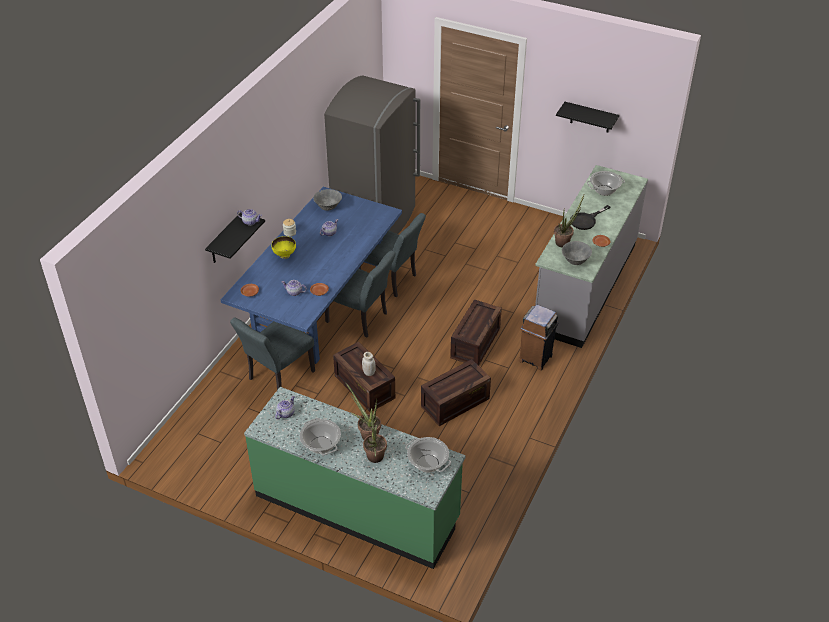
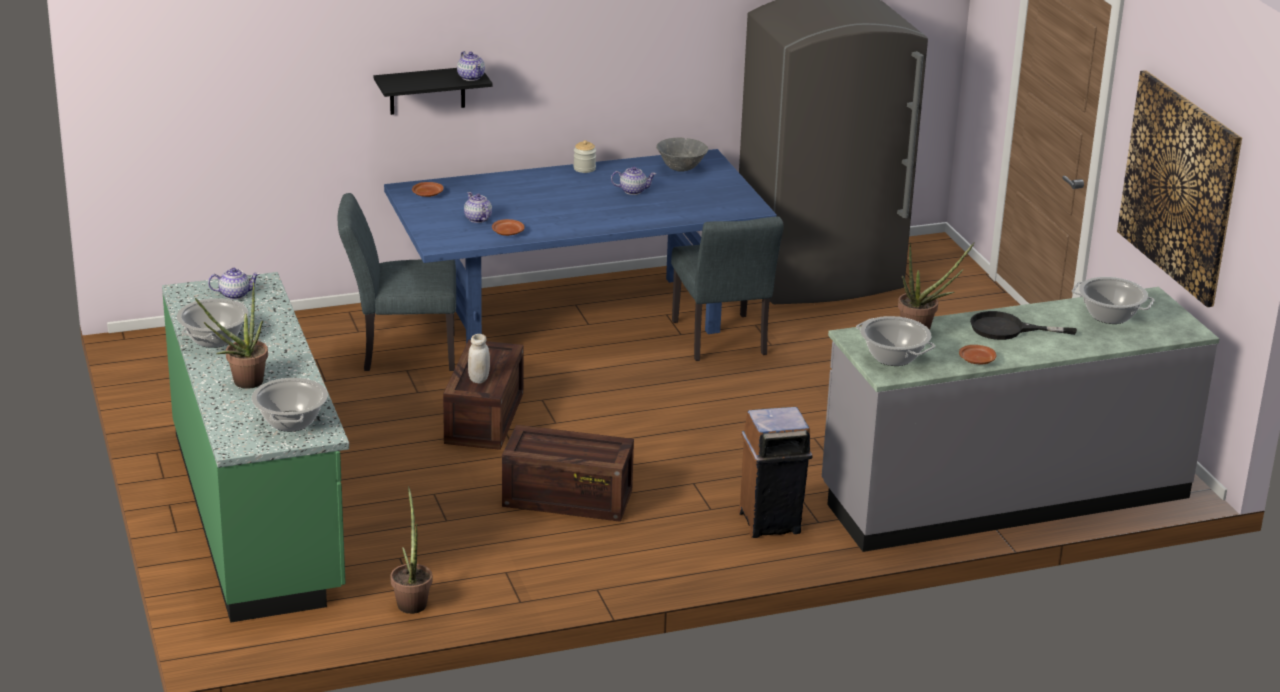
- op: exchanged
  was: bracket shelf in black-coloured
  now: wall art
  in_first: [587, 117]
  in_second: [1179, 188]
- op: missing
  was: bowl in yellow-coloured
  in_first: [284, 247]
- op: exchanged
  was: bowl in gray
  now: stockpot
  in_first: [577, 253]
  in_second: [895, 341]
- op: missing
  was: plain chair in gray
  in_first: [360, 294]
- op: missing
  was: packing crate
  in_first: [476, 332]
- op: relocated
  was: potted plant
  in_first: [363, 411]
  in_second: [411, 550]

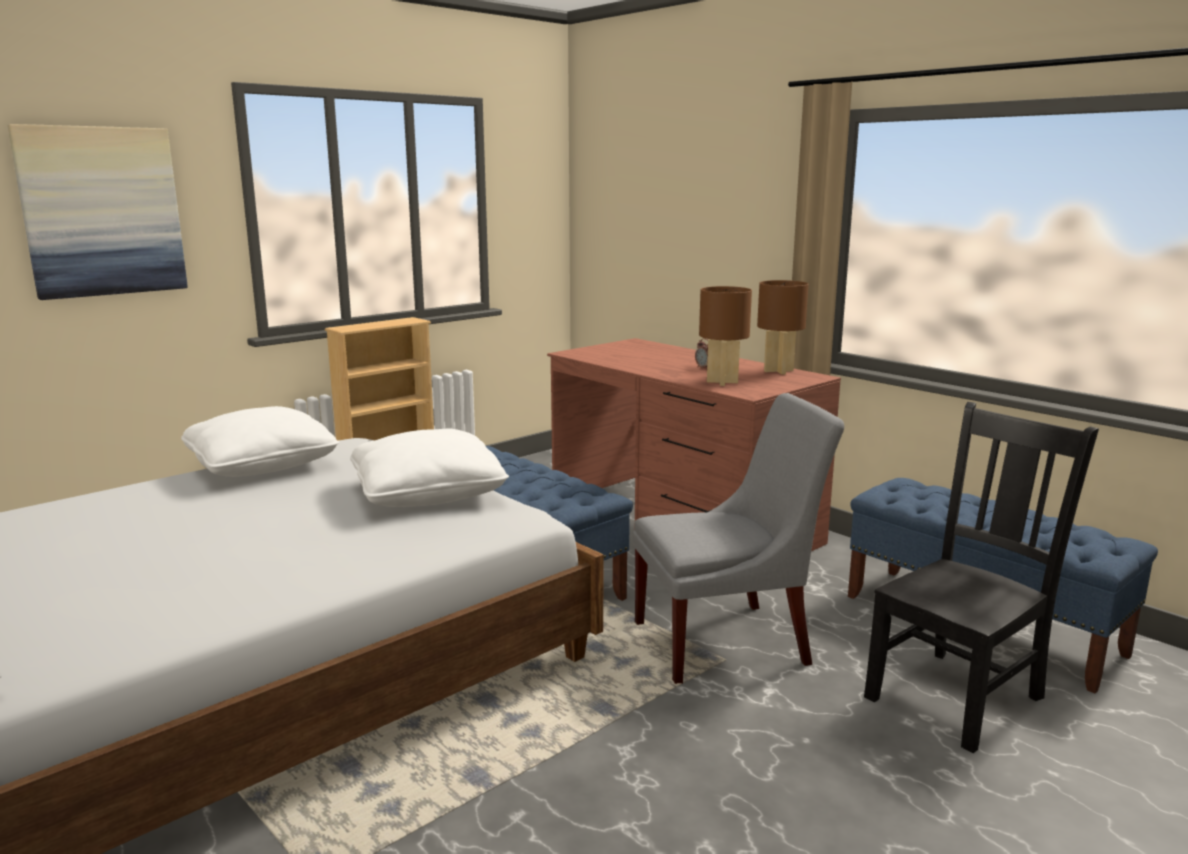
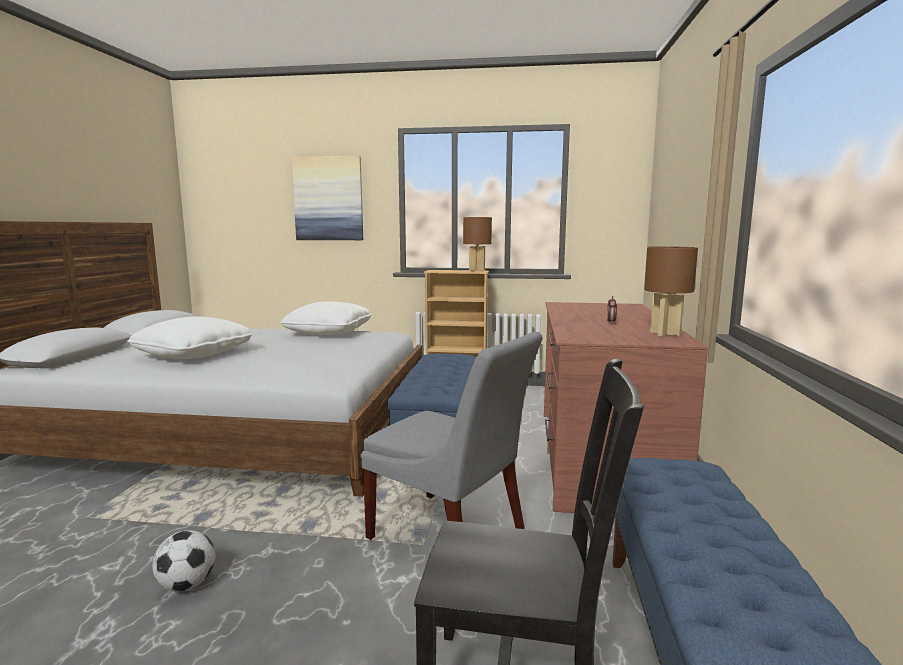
- op: relocated
  was: tabletop lamp in brown
  in_first: [725, 336]
  in_second: [477, 244]
- op: relocated
  was: pillow in white
  in_first: [429, 468]
  in_second: [190, 337]
- op: appeared
  now: football ball
  in_second: [183, 560]

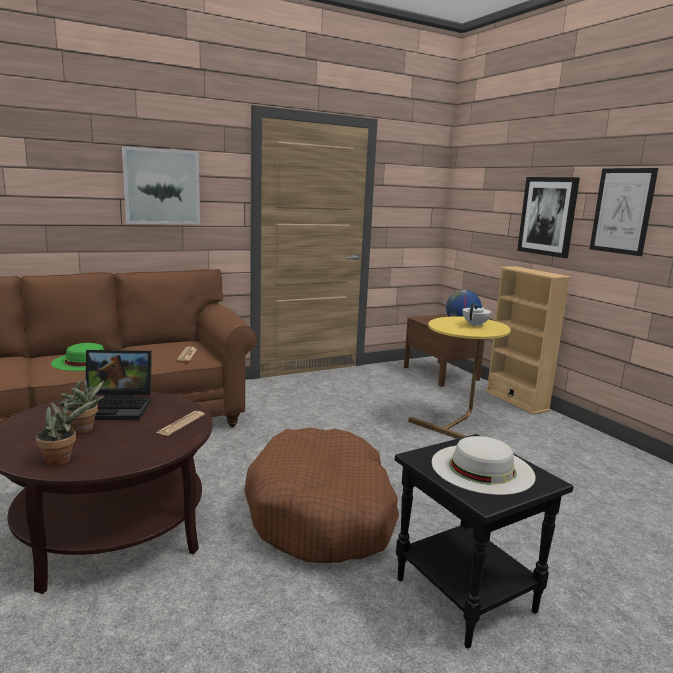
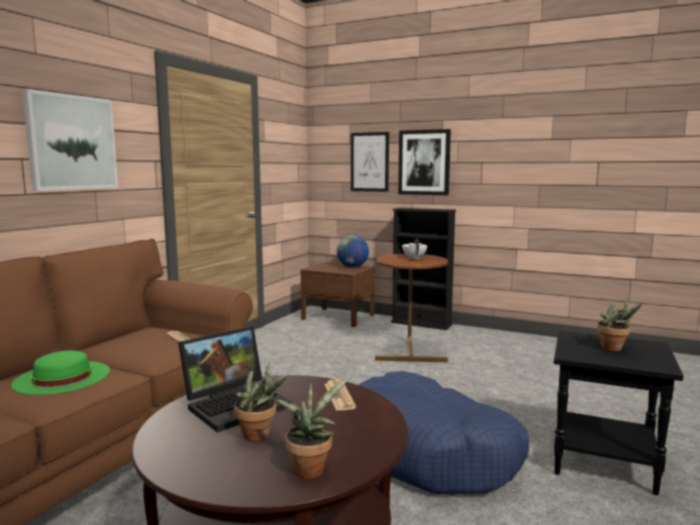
- op: relocated
  was: wall art
  in_first: [624, 212]
  in_second: [370, 162]
- op: colour
  was: bookcase in beige-coloured
  now: bookcase in black-coloured
  in_first: [528, 340]
  in_second: [423, 269]
- op: colour
  was: side table in yellow-coloured
  now: side table in brown
  in_first: [459, 377]
  in_second: [411, 308]
- op: colour
  was: dog cushion in brown
  now: dog cushion in blue
  in_first: [321, 495]
  in_second: [444, 433]
- op: exchanged
  was: hat in white
  now: potted plant
  in_first: [484, 465]
  in_second: [619, 324]

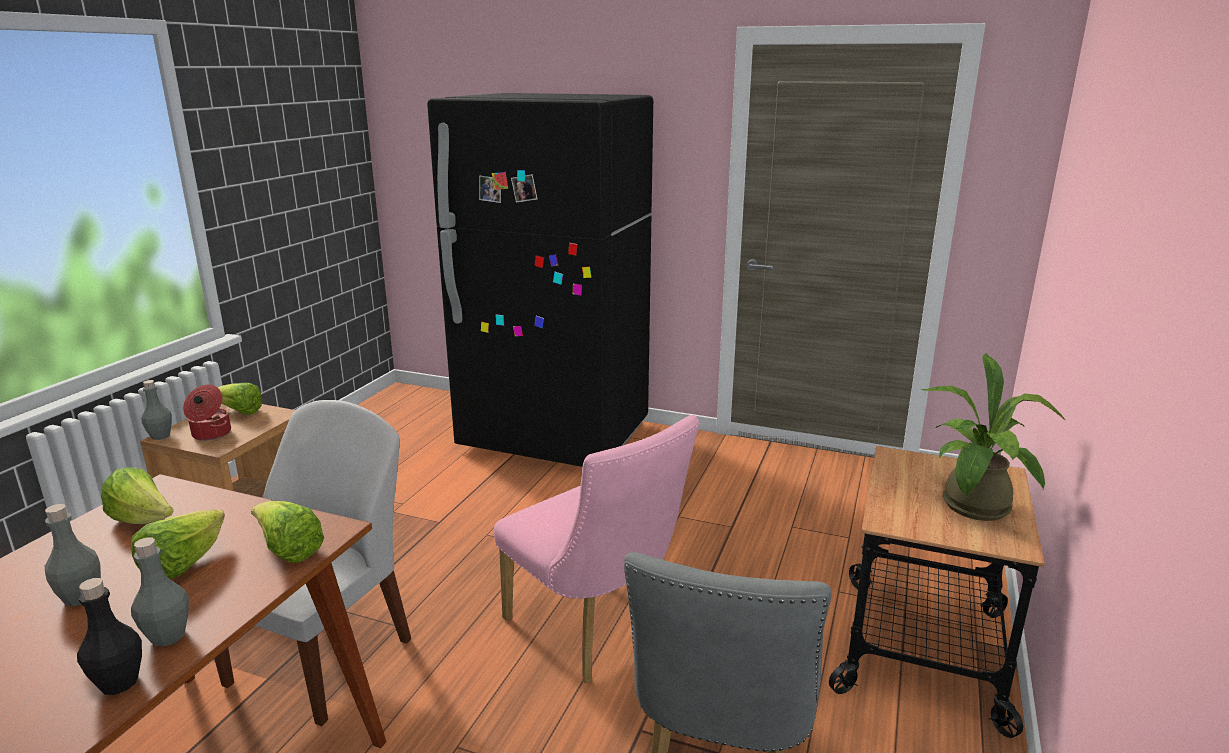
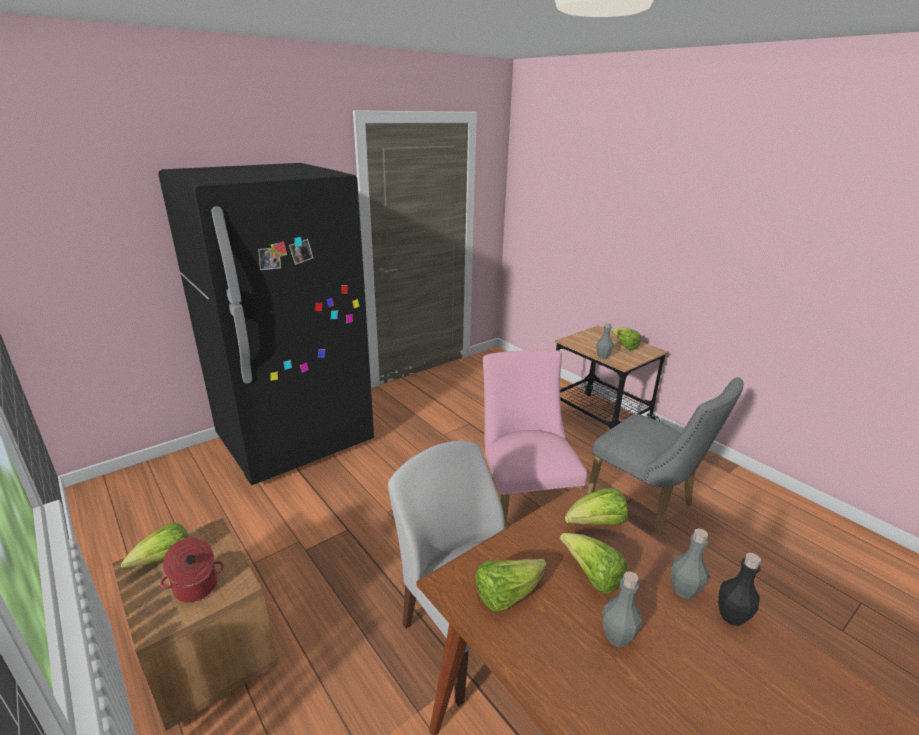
- op: exchanged
  was: potted plant
  now: head of lettuce
  in_first: [993, 437]
  in_second: [626, 338]
- op: relocated
  was: bottle in gray
  in_first: [157, 410]
  in_second: [604, 340]
- op: spun
  was: plain chair in pinkish
  in_first: [597, 549]
  in_second: [535, 439]
  clockwise: -90

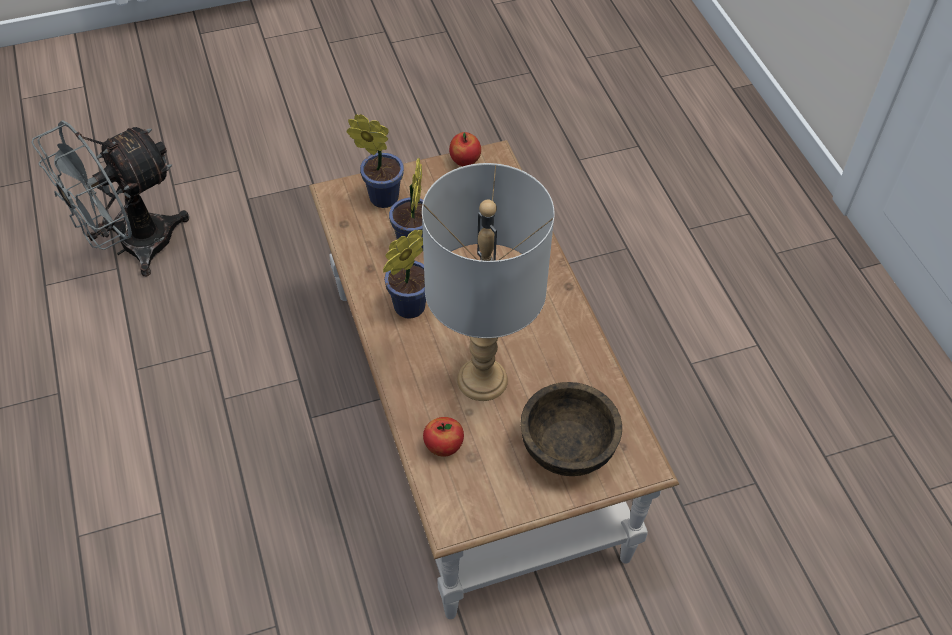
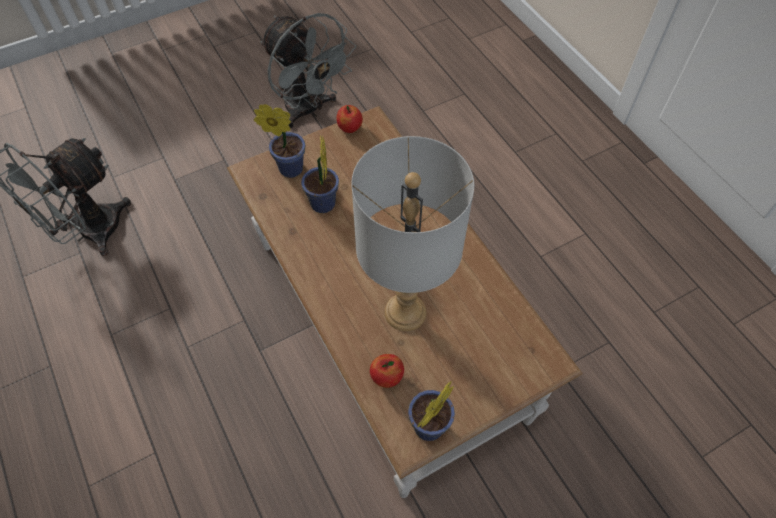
- op: relocated
  was: potted plant
  in_first: [404, 274]
  in_second: [431, 411]
- op: missing
  was: bowl in brown
  in_first: [571, 429]
- op: appeared
  now: cooling fan in gray
  in_second: [308, 70]

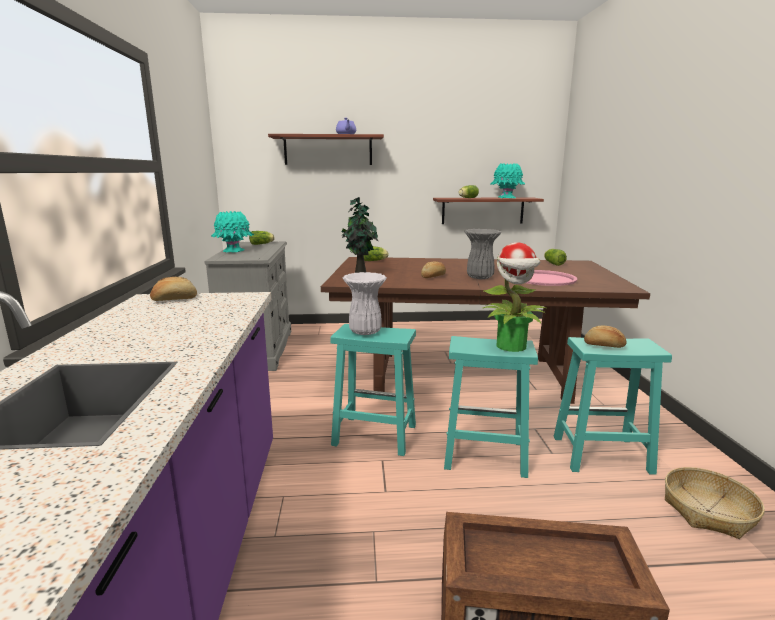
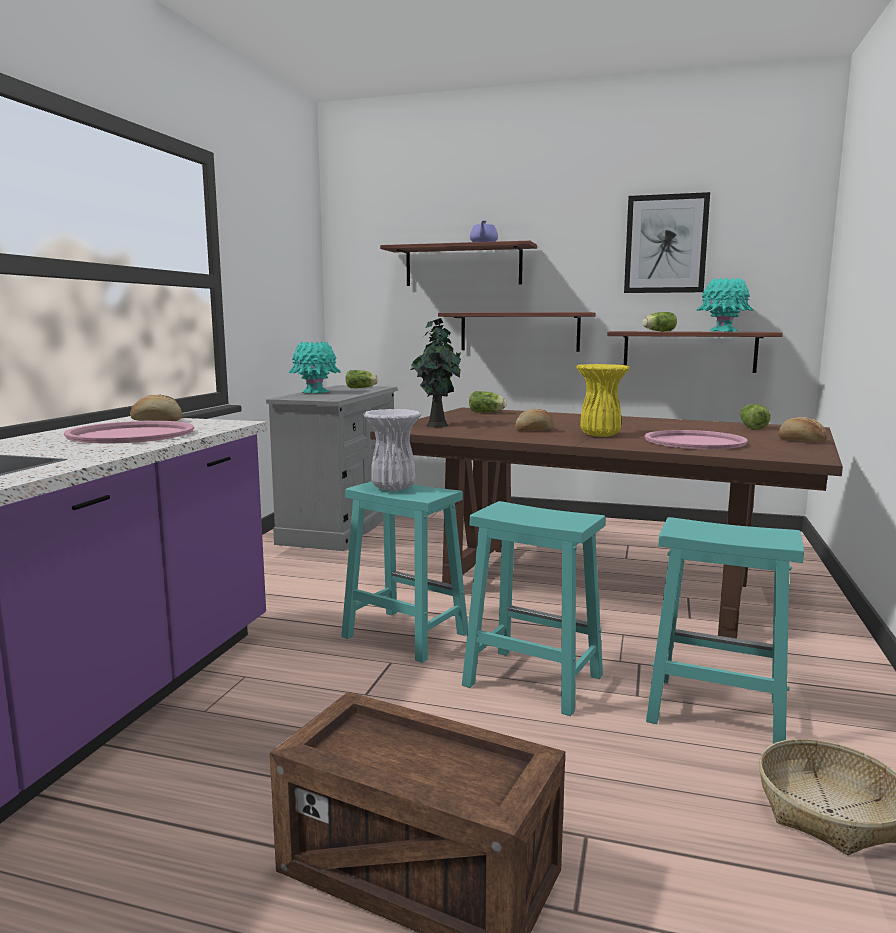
- op: colour
  was: decorative vase in gray
  now: decorative vase in yellow-coloured
  in_first: [482, 254]
  in_second: [603, 400]
- op: missing
  was: potted plant
  in_first: [514, 297]
- op: relocated
  was: bakery bread
  in_first: [605, 337]
  in_second: [802, 429]
- op: appeared
  now: wall art
  in_second: [667, 242]
- op: appeared
  now: bracket shelf
  in_second: [517, 332]
- op: appeared
  now: tray in pinkish
  in_second: [129, 432]

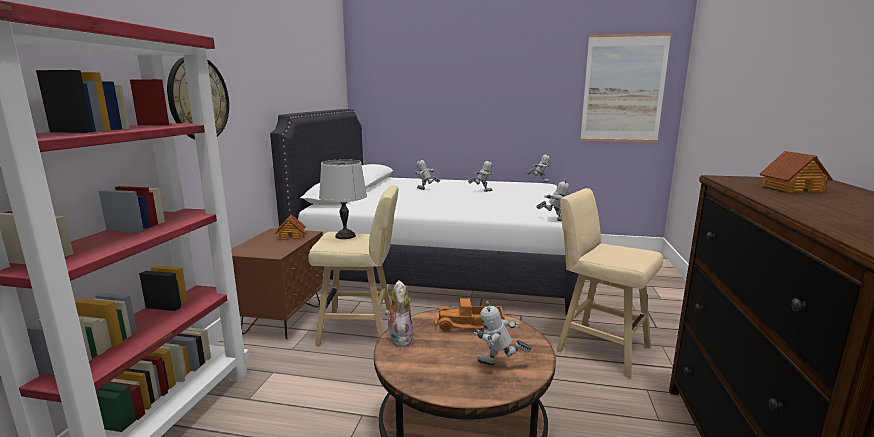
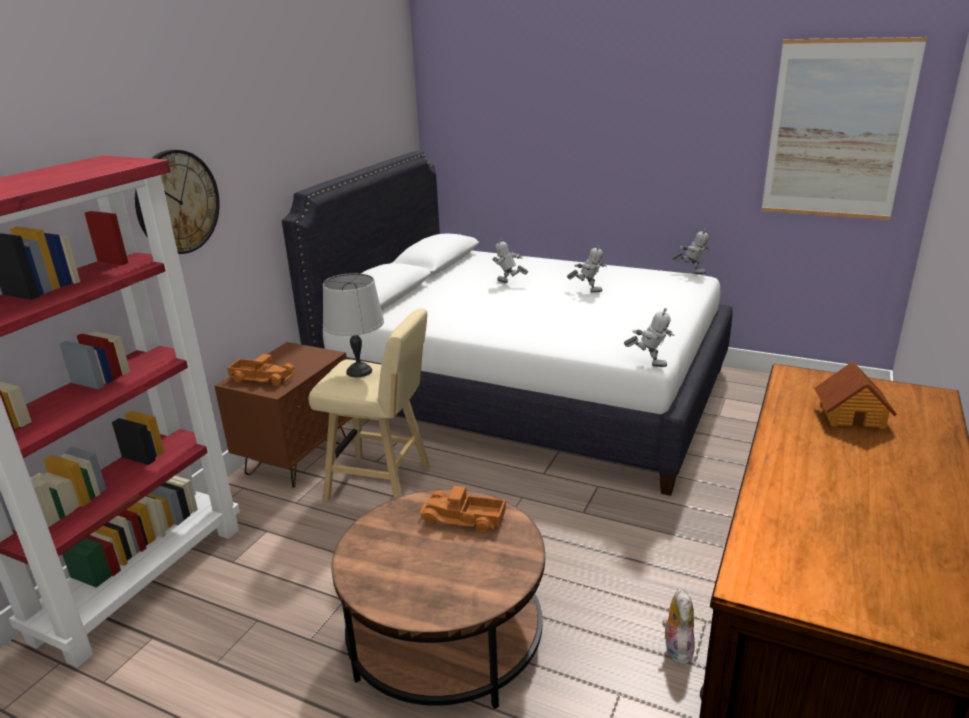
- op: missing
  was: stool seat in beige-coloured
  in_first: [609, 283]
- op: missing
  was: toy house
  in_first: [290, 227]
- op: relocated
  was: soft toy
  in_first: [399, 313]
  in_second: [678, 626]
- op: missing
  was: robot figure
  in_first: [503, 333]
- op: appeared
  now: model truck
  in_second: [261, 370]

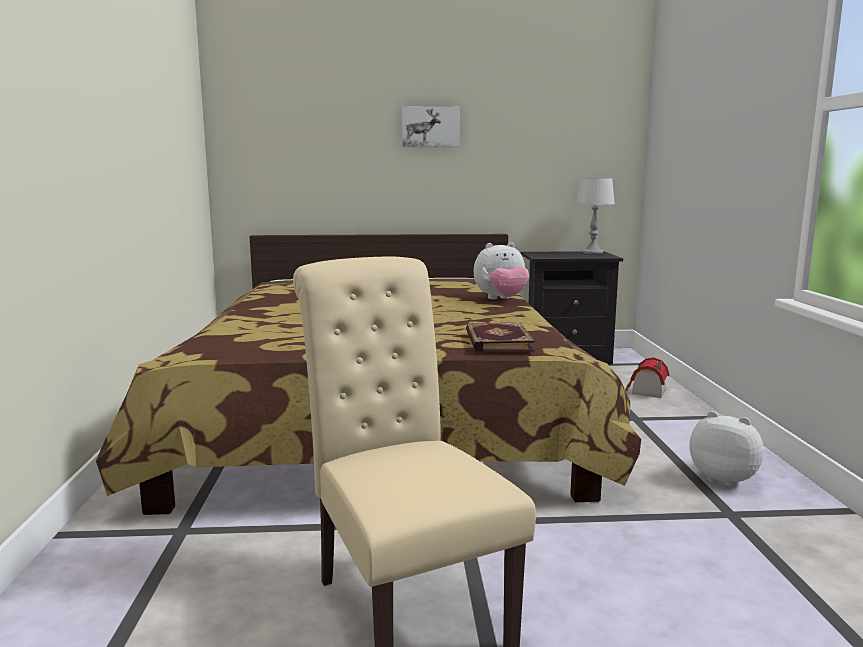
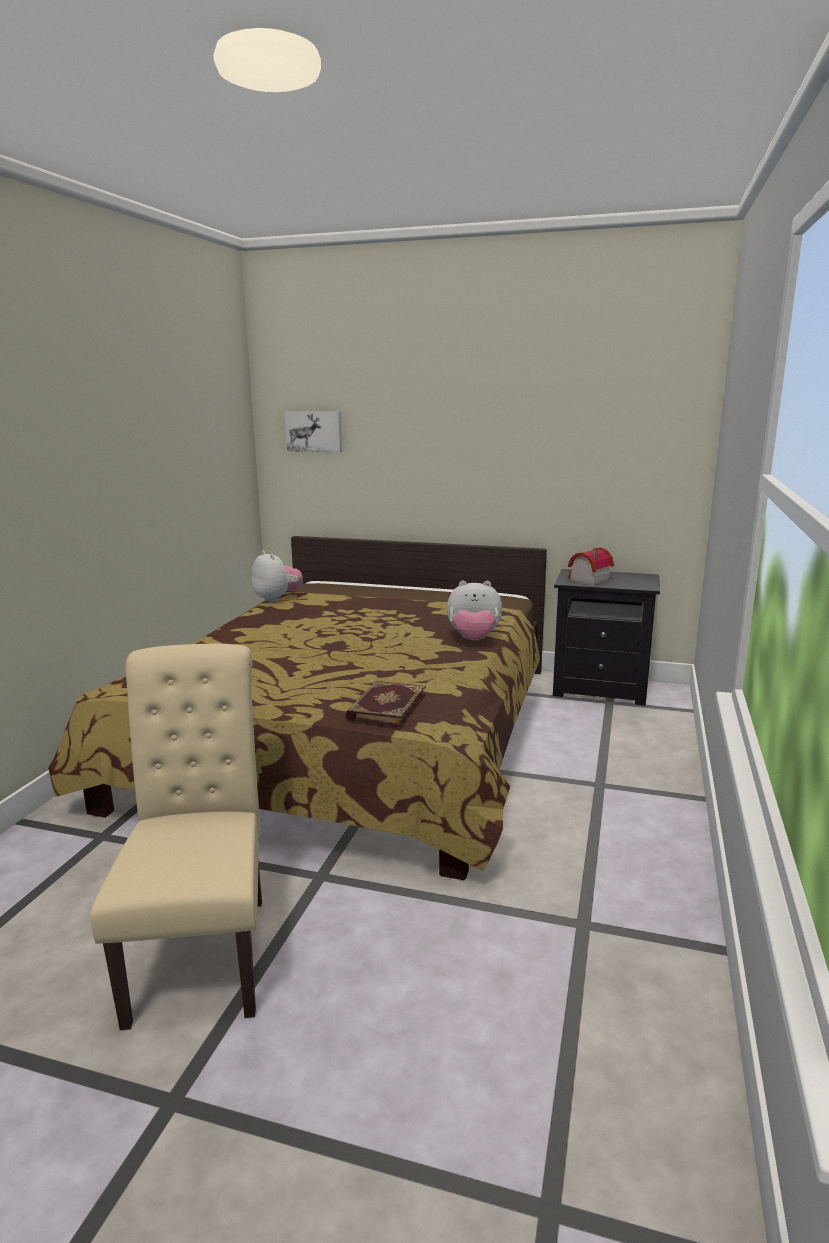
- op: relocated
  was: wall art
  in_first: [431, 126]
  in_second: [313, 431]
- op: missing
  was: tabletop lamp in gray
  in_first: [595, 216]
- op: relocated
  was: toy house
  in_first: [647, 377]
  in_second: [591, 566]
- op: relocated
  was: soft toy
  in_first: [727, 449]
  in_second: [277, 577]

